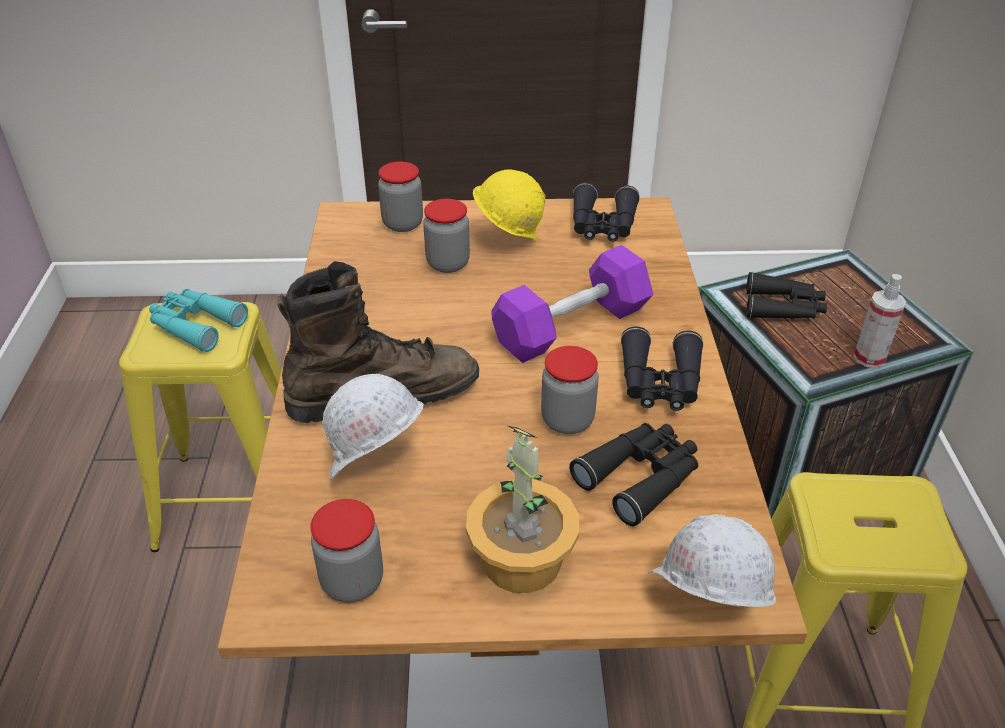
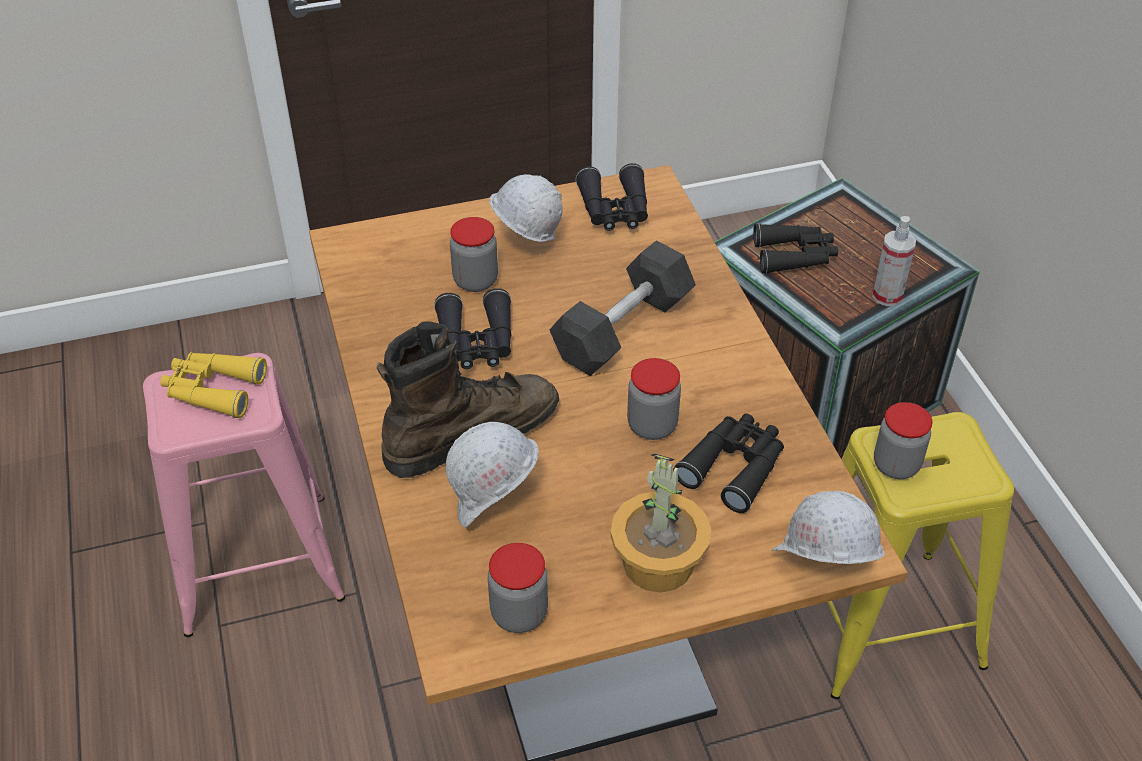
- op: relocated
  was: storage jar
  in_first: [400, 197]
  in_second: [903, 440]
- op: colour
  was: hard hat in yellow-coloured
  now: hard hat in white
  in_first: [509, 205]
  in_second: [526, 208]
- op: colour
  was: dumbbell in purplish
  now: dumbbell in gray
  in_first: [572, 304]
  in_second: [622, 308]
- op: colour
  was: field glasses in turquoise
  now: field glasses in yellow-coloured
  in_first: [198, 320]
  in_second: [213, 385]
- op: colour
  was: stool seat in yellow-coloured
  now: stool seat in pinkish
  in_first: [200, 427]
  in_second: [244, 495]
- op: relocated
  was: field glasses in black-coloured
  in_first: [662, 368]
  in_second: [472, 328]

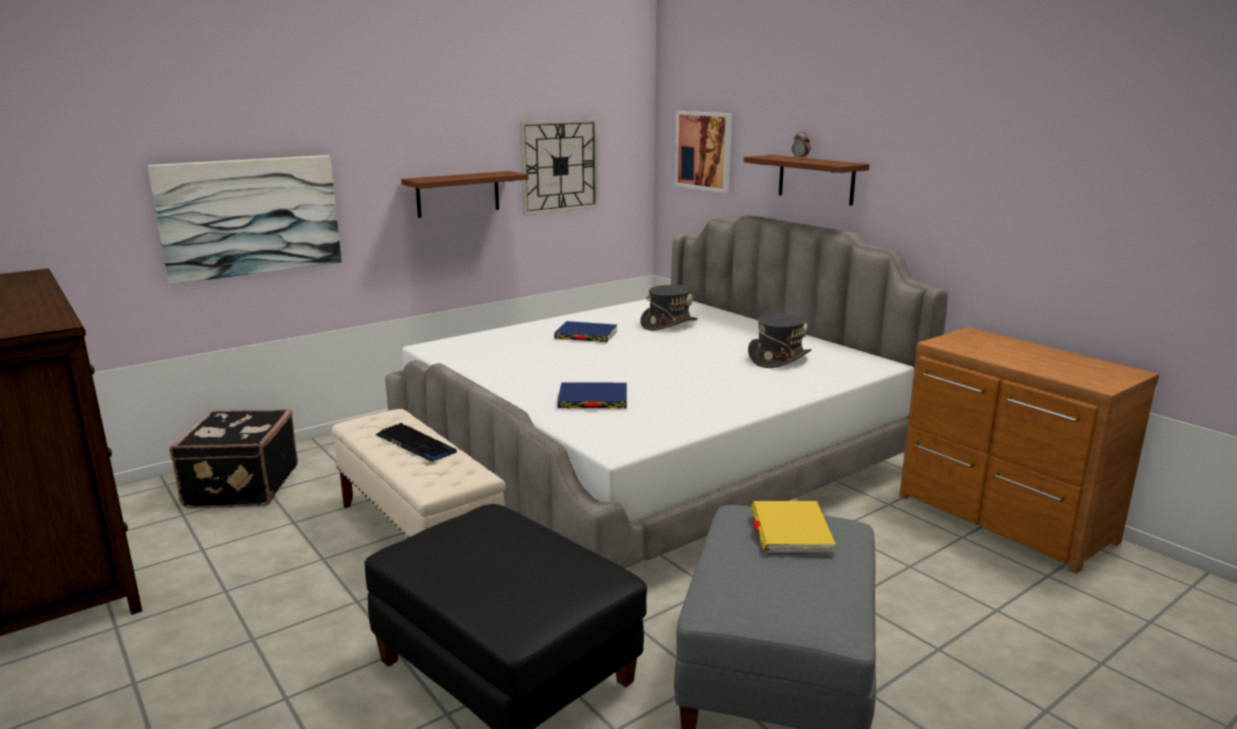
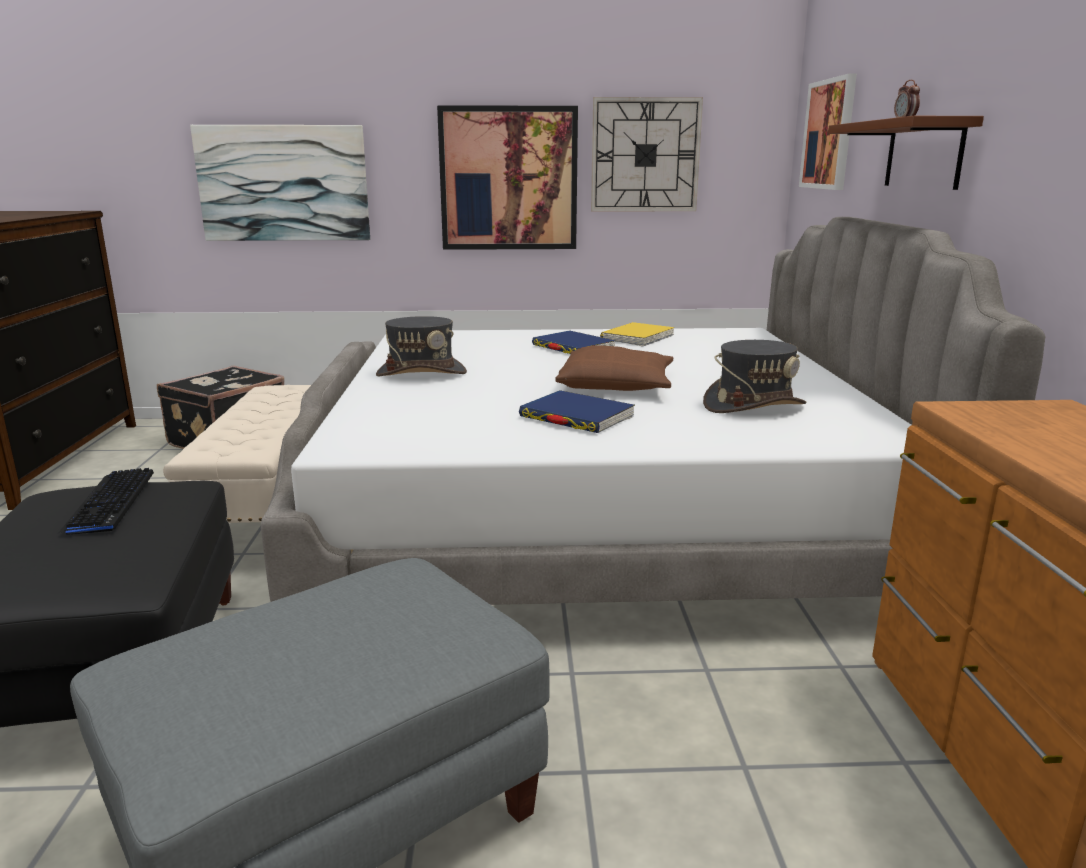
- op: exchanged
  was: bracket shelf in brown
  now: wall art
  in_first: [465, 194]
  in_second: [507, 177]
- op: relocated
  was: hat in gray
  in_first: [669, 308]
  in_second: [421, 346]
- op: relocated
  was: bound book in blue
  in_first: [592, 395]
  in_second: [577, 411]
- op: relocated
  was: PC keyboard
  in_first: [416, 442]
  in_second: [106, 501]
- op: relocated
  was: bound book in yellow-coloured
  in_first: [793, 528]
  in_second: [637, 334]
- op: appeared
  now: pillow in brown
  in_second: [614, 368]

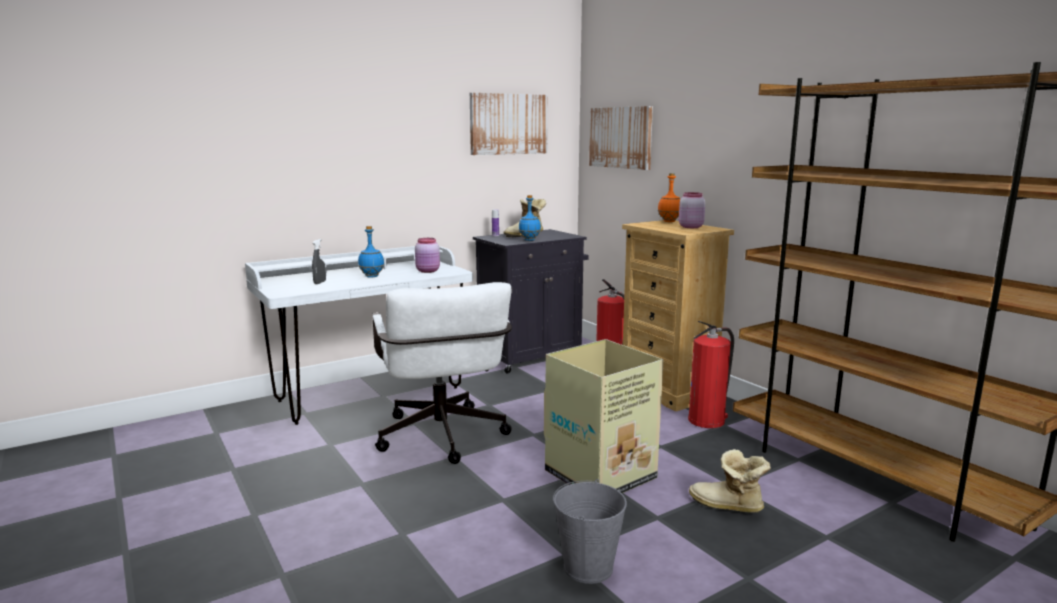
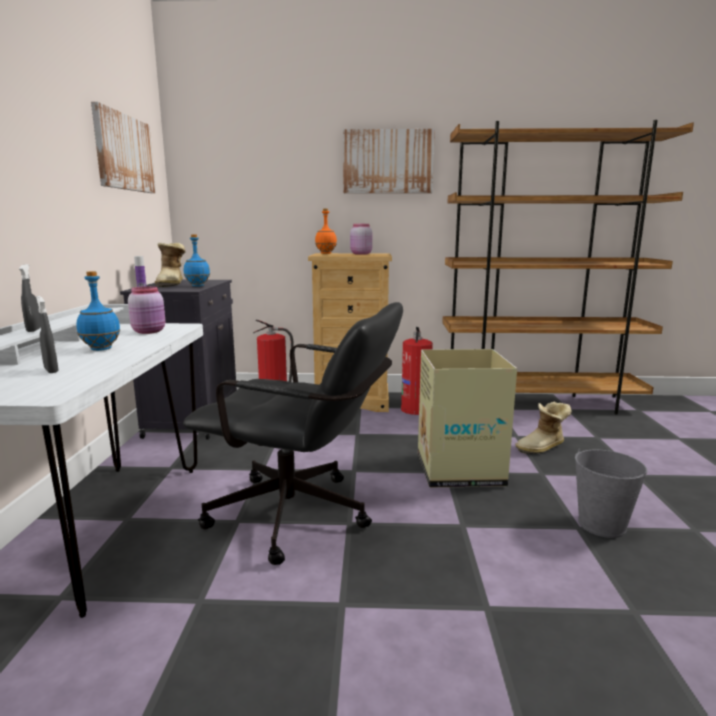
- op: relocated
  was: wall art
  in_first: [621, 138]
  in_second: [389, 161]
- op: colour
  was: desk chair in white
  now: desk chair in black-coloured
  in_first: [442, 373]
  in_second: [293, 433]
- op: appeared
  now: spray bottle in gray
  in_second: [30, 298]

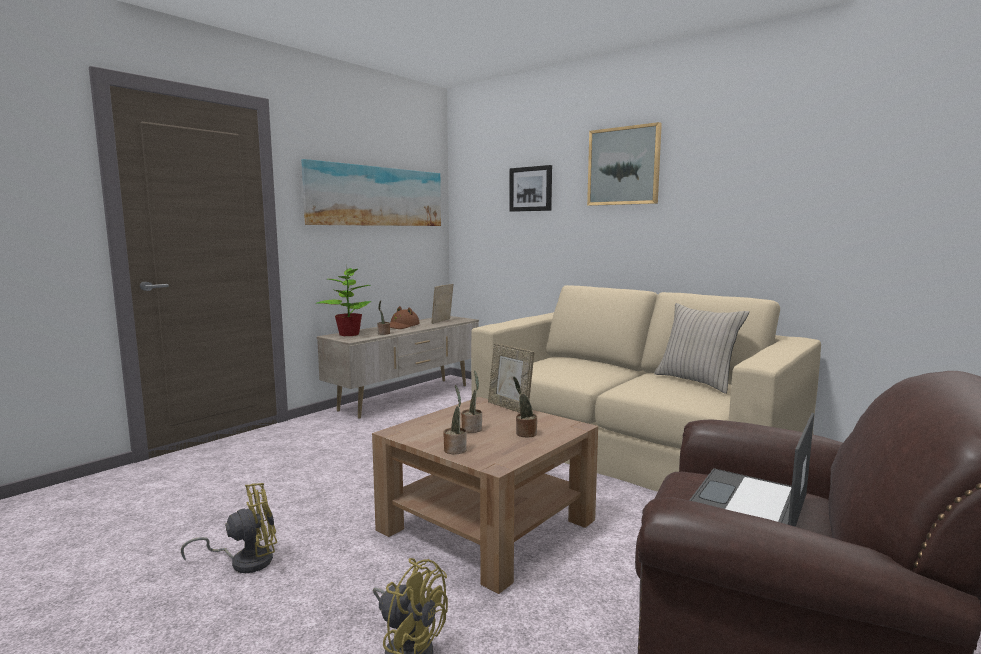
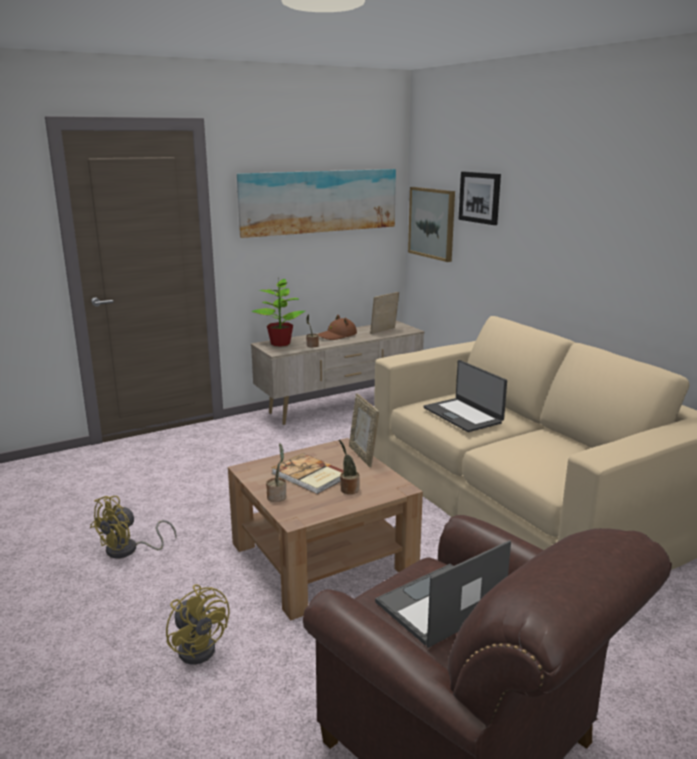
- op: relocated
  was: wall art
  in_first: [624, 164]
  in_second: [431, 224]
- op: missing
  was: pillow in beige-coloured
  in_first: [701, 348]
- op: exchanged
  was: potted plant
  now: bound book
  in_first: [471, 402]
  in_second: [307, 473]
- op: spun
  was: cooling fan in yellow-coloured
  in_first: [229, 528]
  in_second: [133, 527]
  clockwise: 135
- op: appeared
  now: portable computer
  in_second: [465, 396]

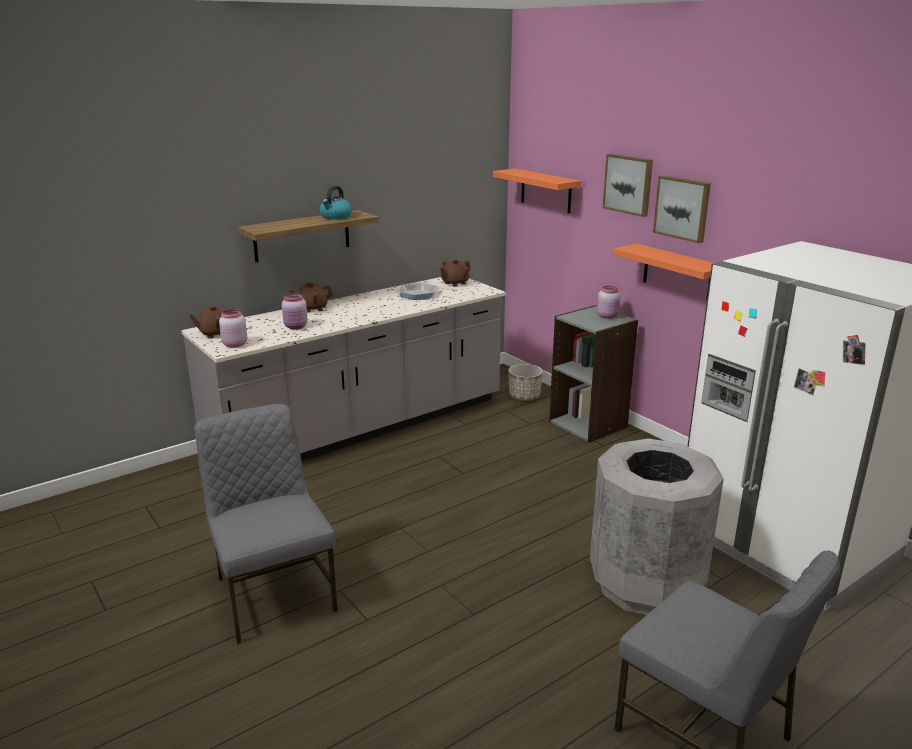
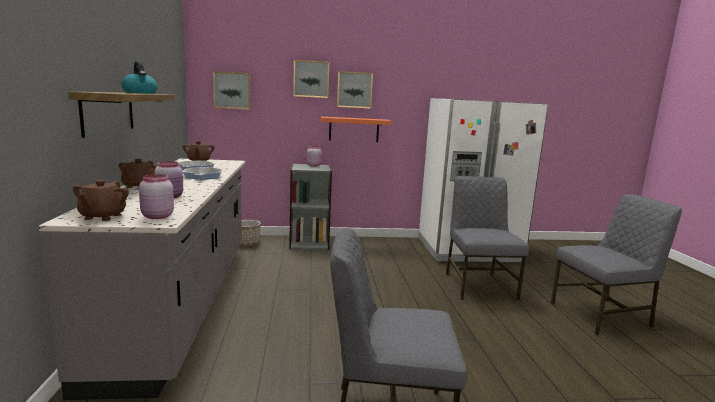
- op: exchanged
  was: bracket shelf in orangey
  now: wall art
  in_first: [537, 191]
  in_second: [231, 90]
- op: exchanged
  was: trash can in gray
  now: plain chair in gray
  in_first: [657, 527]
  in_second: [487, 238]
- op: appeared
  now: pan
  in_second: [202, 173]

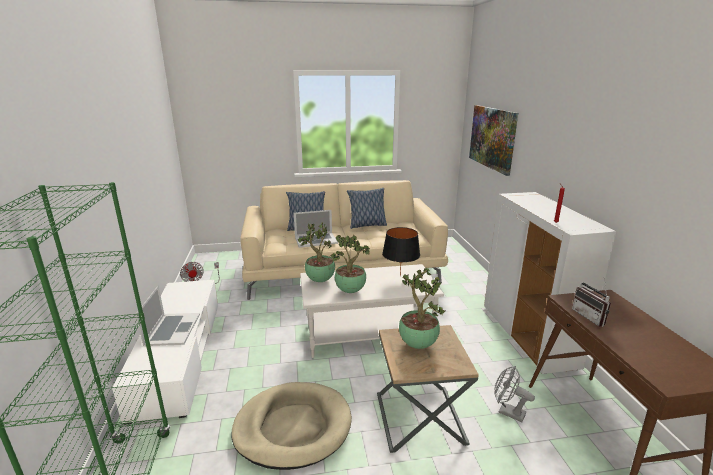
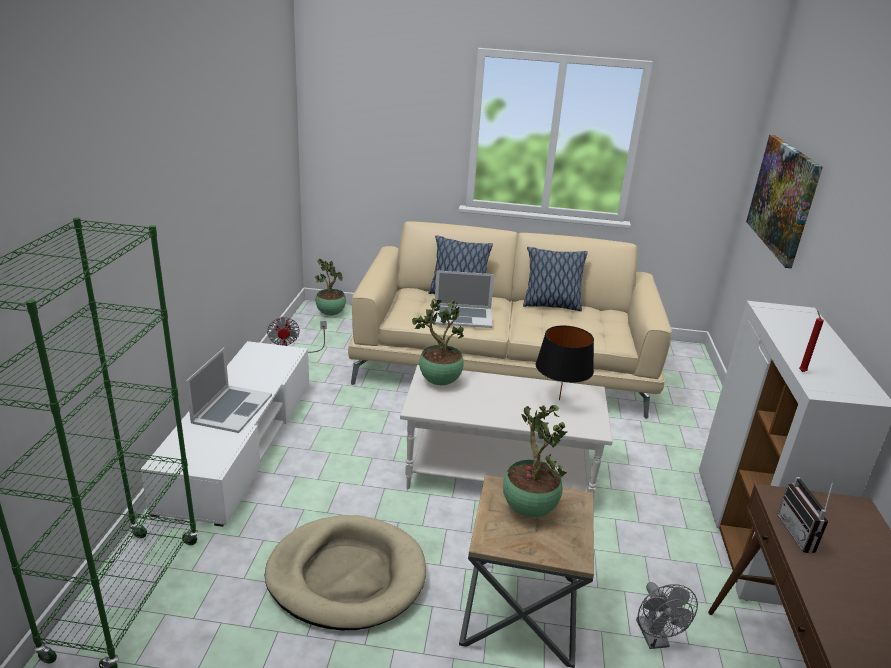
- op: relocated
  was: potted plant
  in_first: [350, 264]
  in_second: [330, 287]
- op: spun
  was: cooling fan in gray
  in_first: [514, 394]
  in_second: [667, 615]
  clockwise: -150

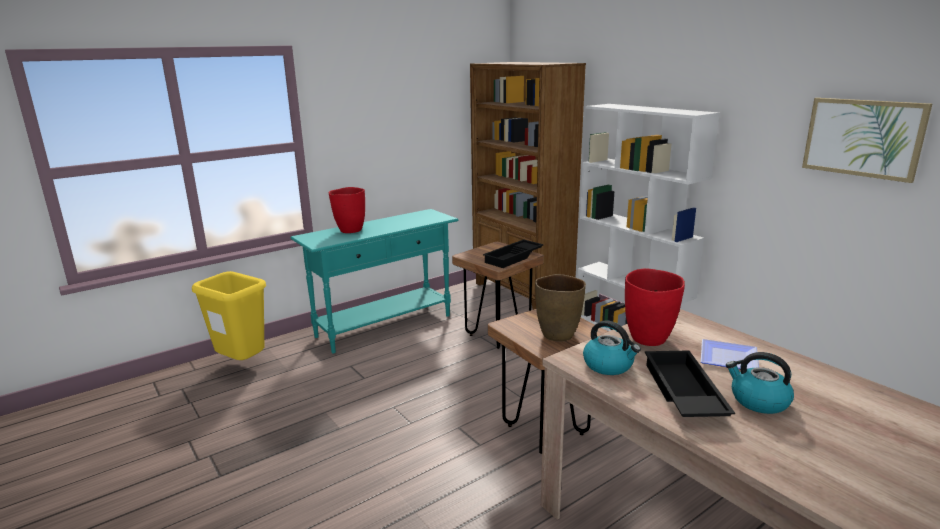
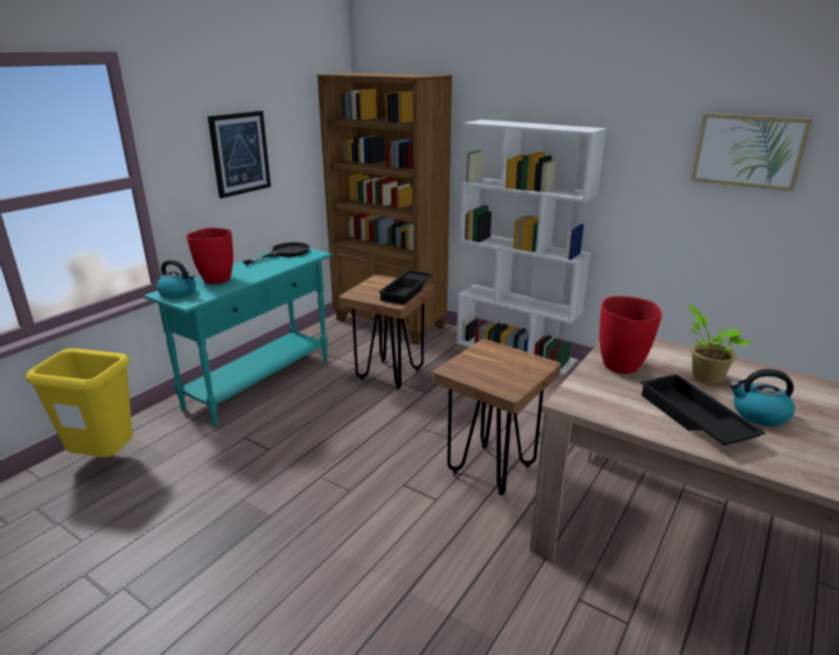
- op: missing
  was: decorative vase in brown
  in_first: [560, 308]
- op: relocated
  was: water kettle
  in_first: [612, 347]
  in_second: [176, 279]
- op: exchanged
  was: plate
  now: potted plant
  in_first: [730, 354]
  in_second: [719, 344]
- op: appeared
  now: wall art
  in_second: [239, 154]
- op: appeared
  now: pan in black-coloured
  in_second: [276, 253]

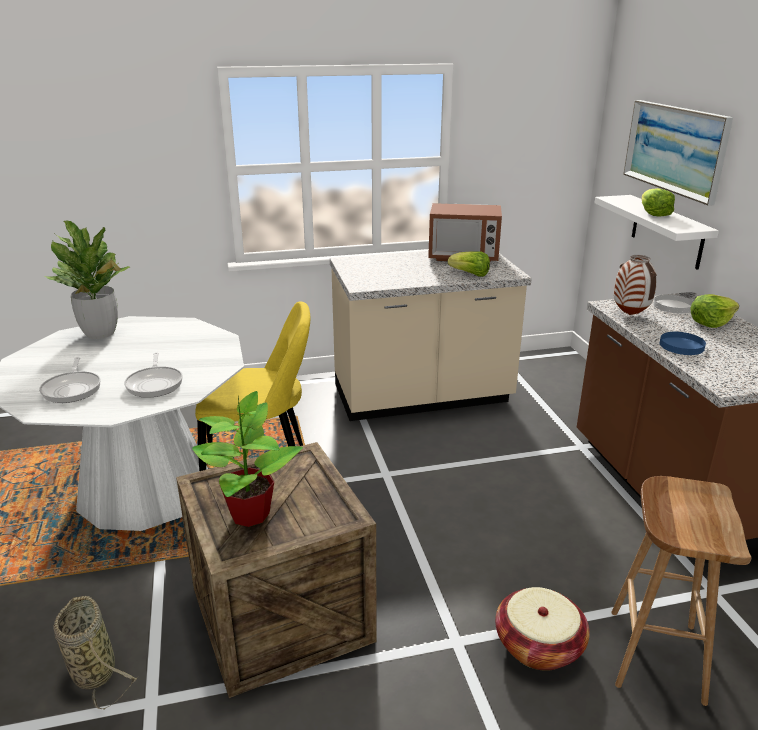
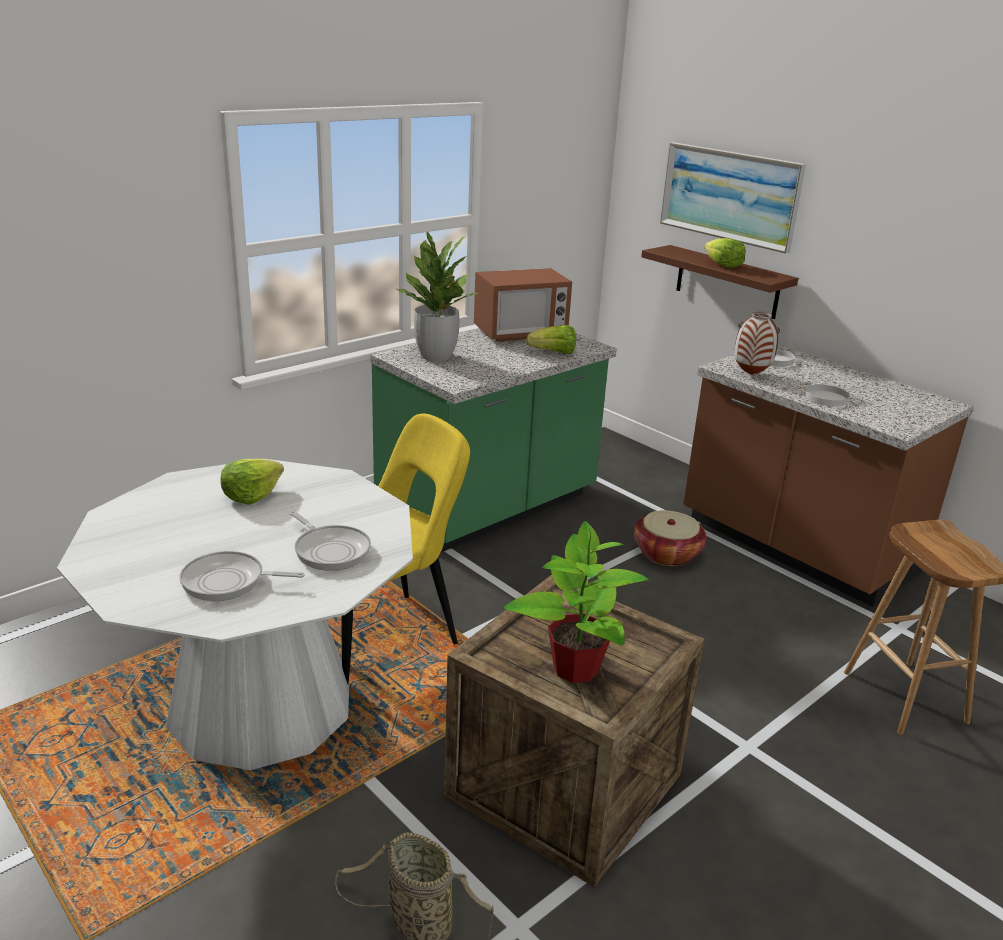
- op: colour
  was: bracket shelf in white
  now: bracket shelf in brown
  in_first: [656, 232]
  in_second: [719, 282]
- op: relocated
  was: potted plant
  in_first: [87, 280]
  in_second: [437, 296]
- op: colour
  was: counter in beige-coloured
  now: counter in green
  in_first: [431, 336]
  in_second: [493, 440]
- op: relocated
  was: head of lettuce
  in_first: [714, 311]
  in_second: [252, 482]
- op: colour
  was: plate in blue
  now: plate in white
  in_first: [683, 343]
  in_second: [827, 395]
- op: spun
  was: pan
  in_first: [70, 380]
  in_second: [242, 576]
  clockwise: 135
- op: relocated
  was: basket
  in_first: [542, 629]
  in_second: [670, 538]

